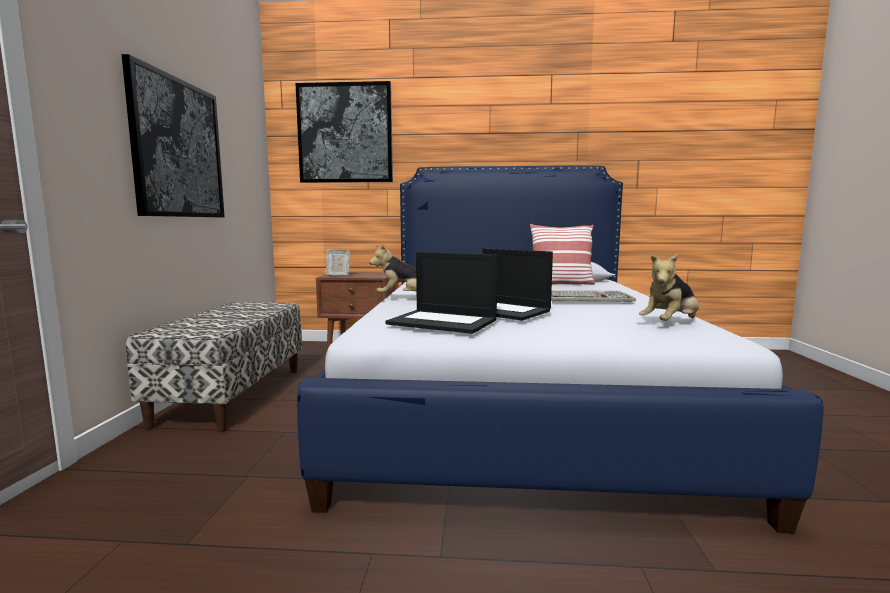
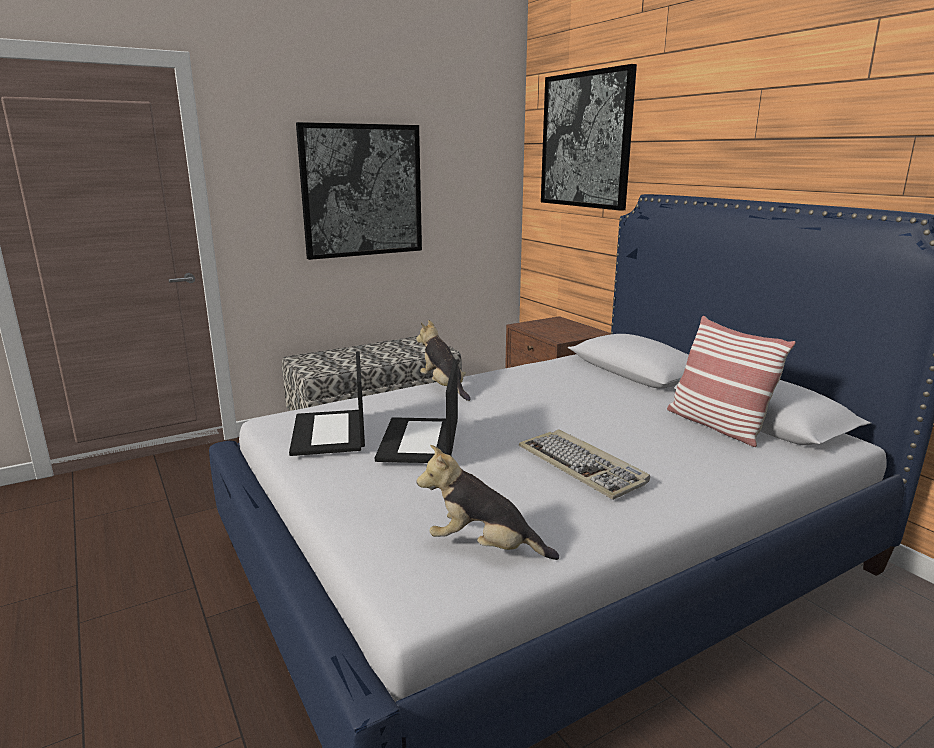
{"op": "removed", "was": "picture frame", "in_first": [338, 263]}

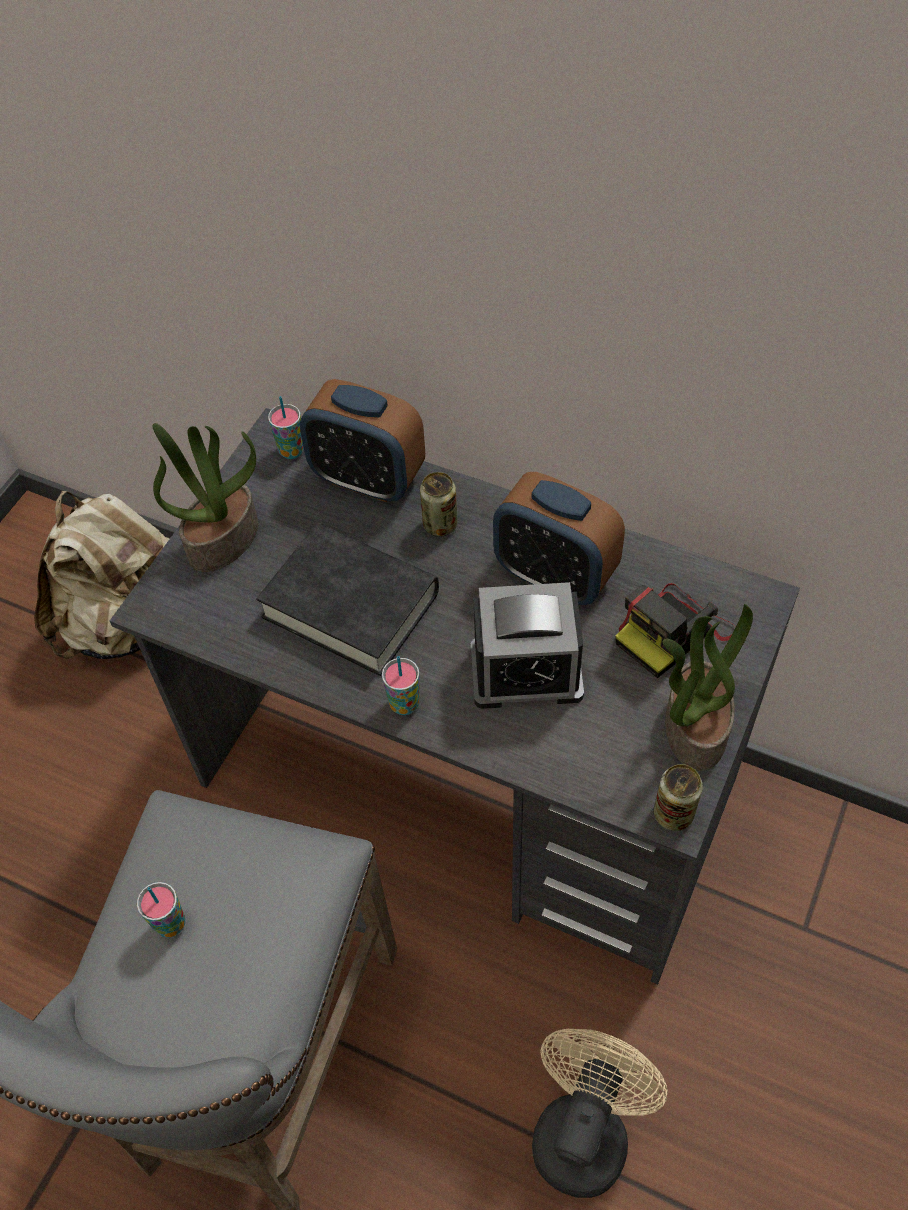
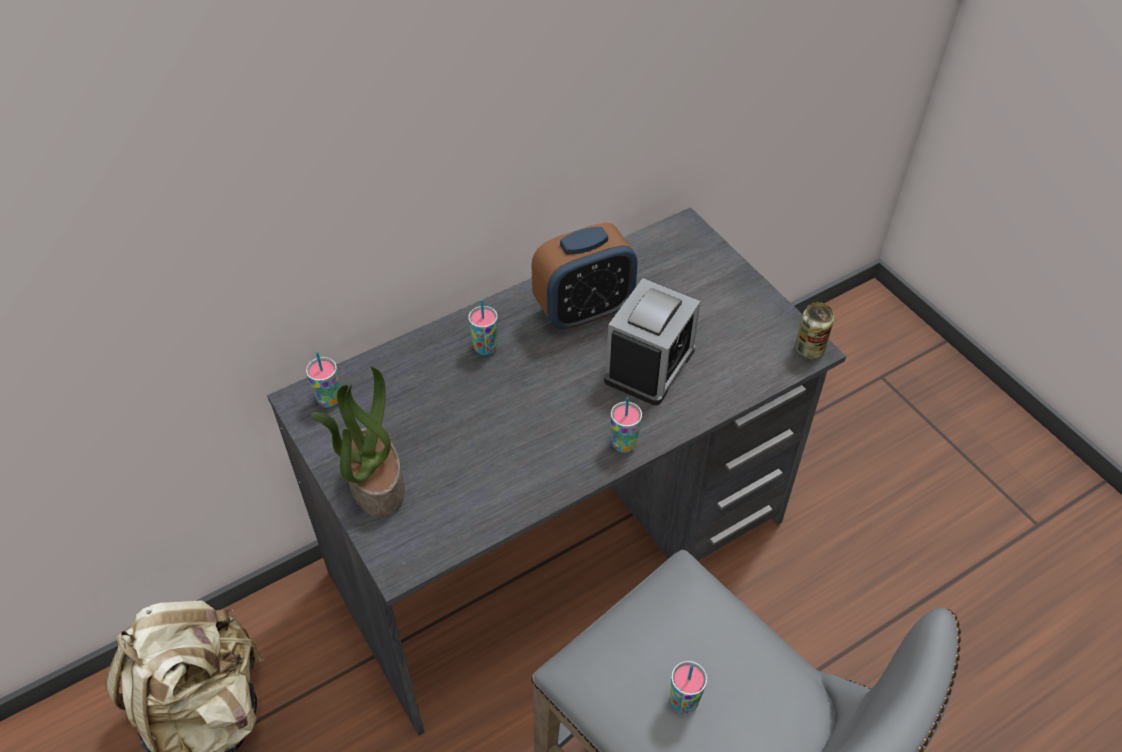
{"op": "removed", "was": "book (black)", "in_first": [347, 599]}
{"op": "removed", "was": "alarm clock", "in_first": [362, 440]}
{"op": "replaced", "was": "can", "now": "cup", "in_first": [439, 504], "in_second": [483, 327]}
{"op": "removed", "was": "fan (beige)", "in_first": [600, 1113]}
{"op": "removed", "was": "photo camera", "in_first": [675, 630]}
{"op": "removed", "was": "potted plant", "in_first": [708, 687]}

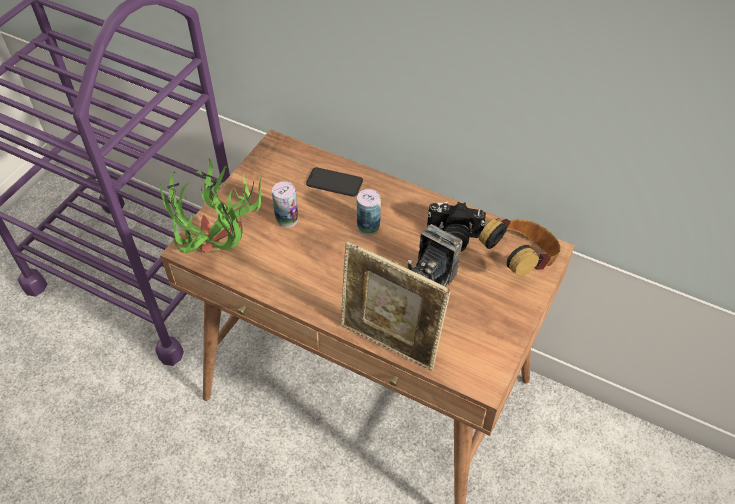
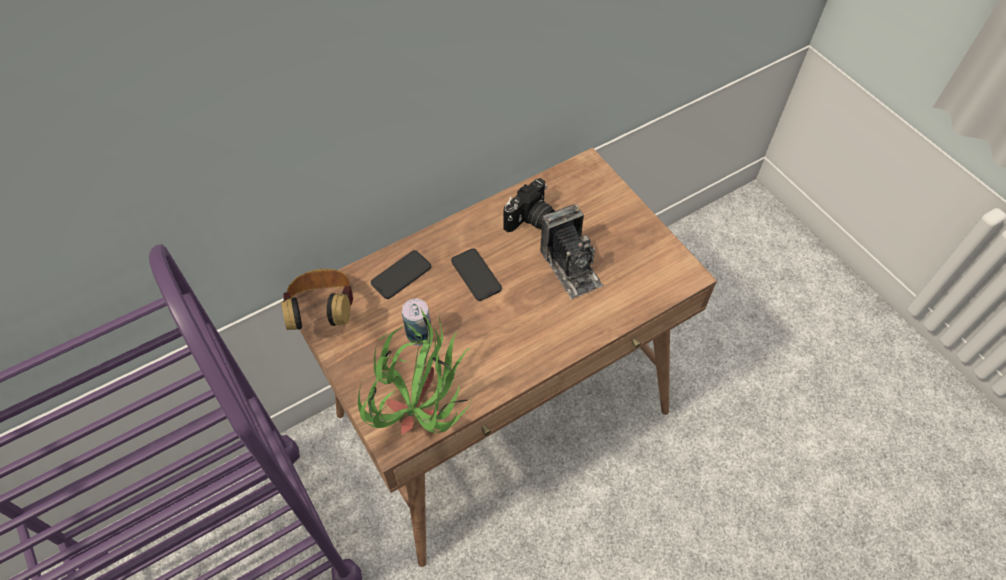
{"op": "removed", "was": "picture frame", "in_first": [396, 306]}
{"op": "replaced", "was": "can", "now": "phone", "in_first": [369, 212], "in_second": [476, 274]}
{"op": "moved", "was": "headphones", "in_first": [520, 247], "in_second": [317, 299]}

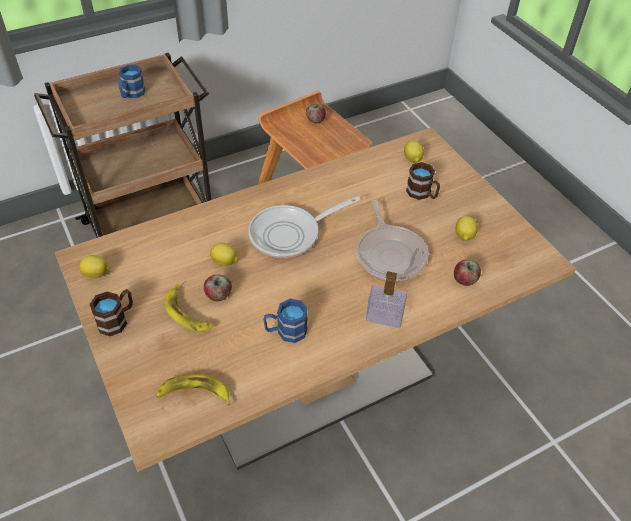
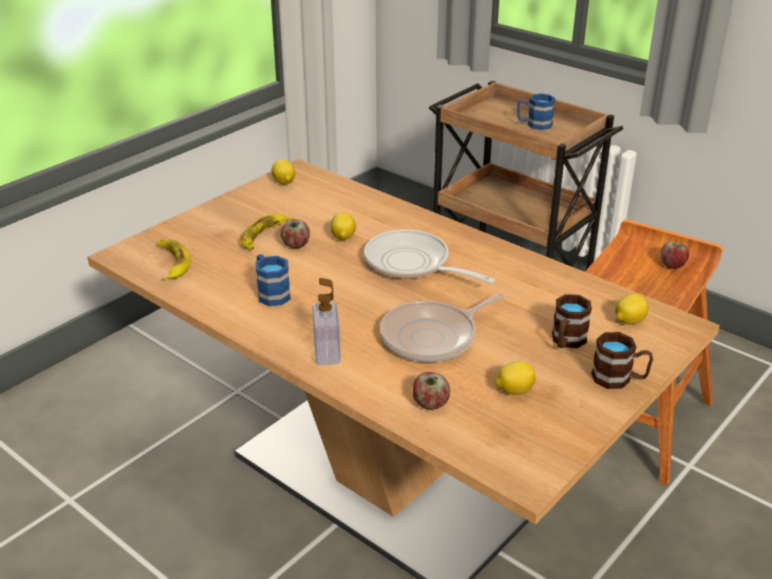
{"op": "moved", "was": "mug (brown)", "in_first": [111, 312], "in_second": [622, 360]}

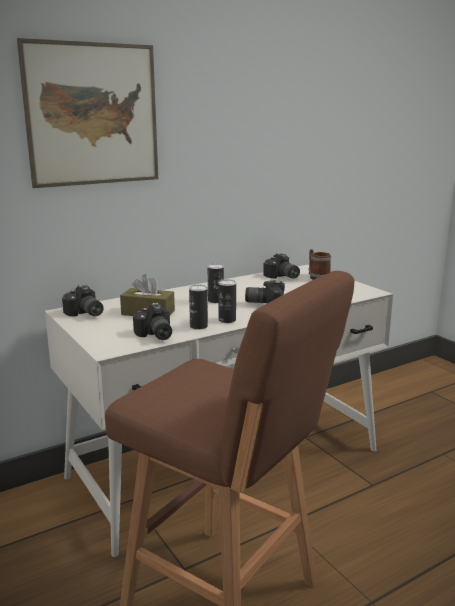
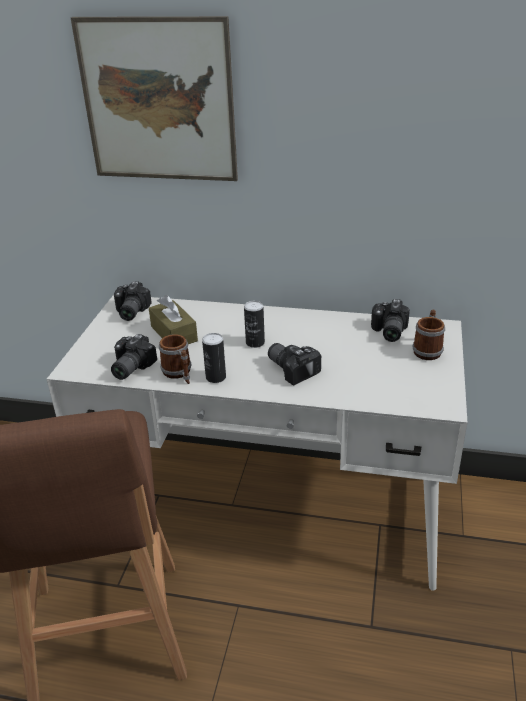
{"op": "replaced", "was": "can", "now": "mug", "in_first": [198, 307], "in_second": [175, 359]}

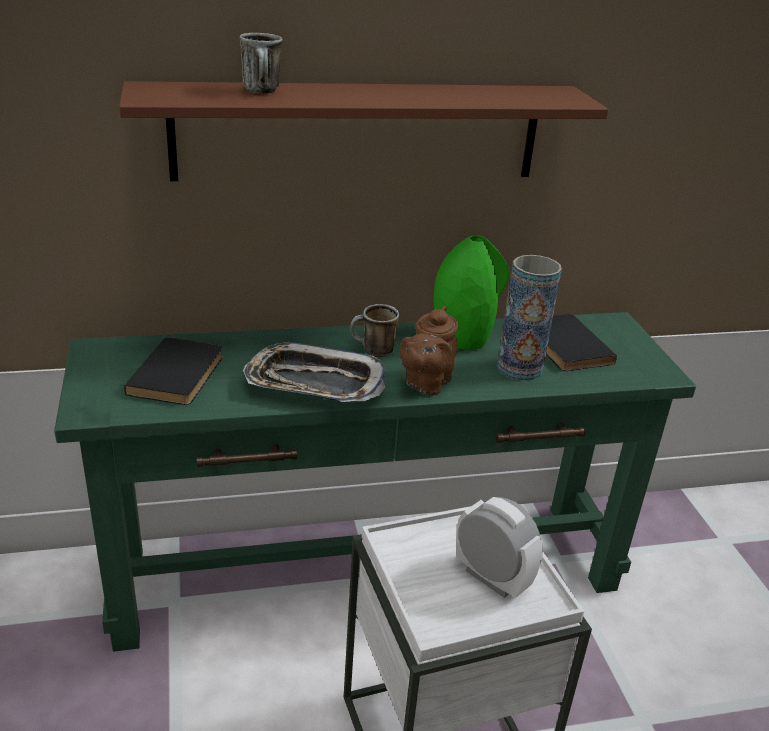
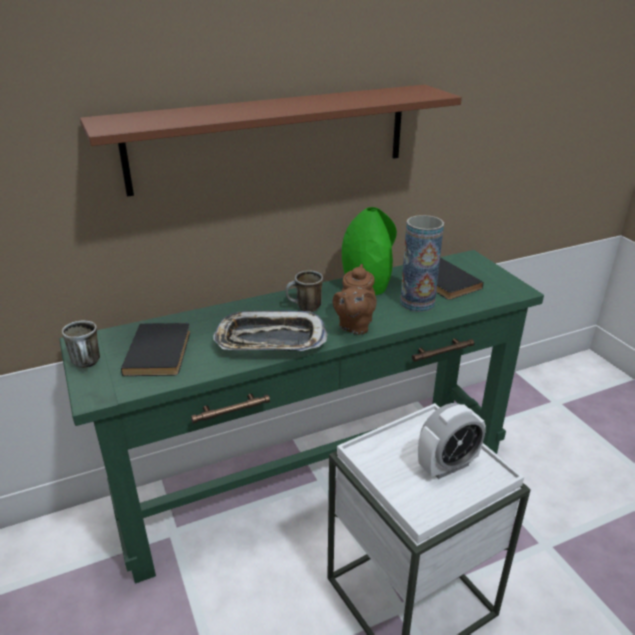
{"op": "moved", "was": "mug", "in_first": [261, 63], "in_second": [81, 344]}
{"op": "turned", "was": "alarm clock", "in_first": [499, 547], "in_second": [452, 441], "clockwise": 120}

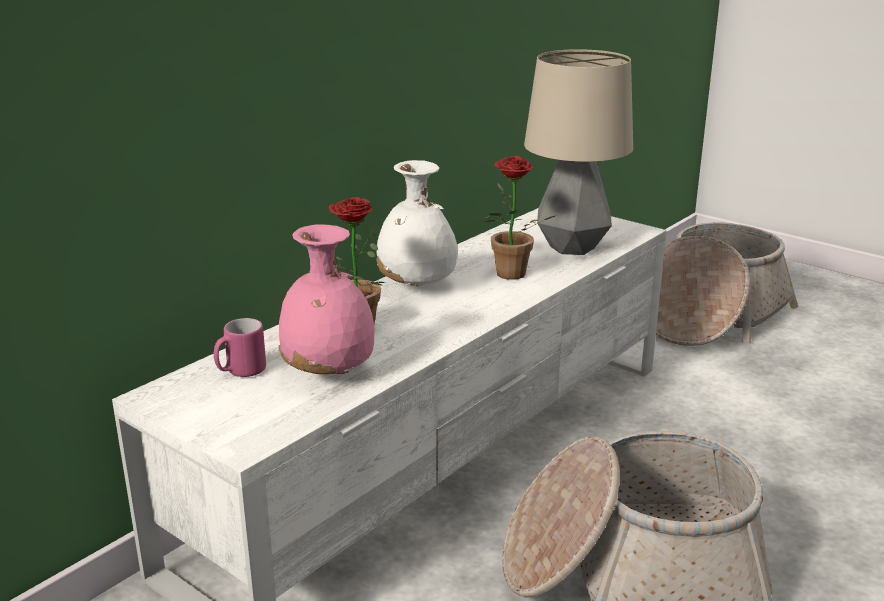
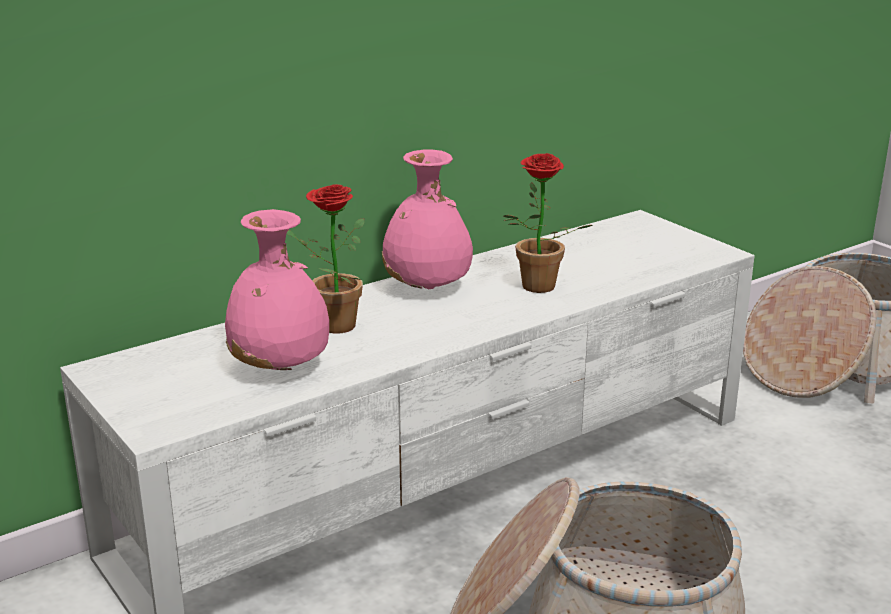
{"op": "removed", "was": "mug (pink)", "in_first": [240, 347]}
{"op": "recoloured", "was": "vase (white)", "now": "vase (pink)", "in_first": [417, 223], "in_second": [427, 219]}
{"op": "removed", "was": "table lamp", "in_first": [578, 152]}

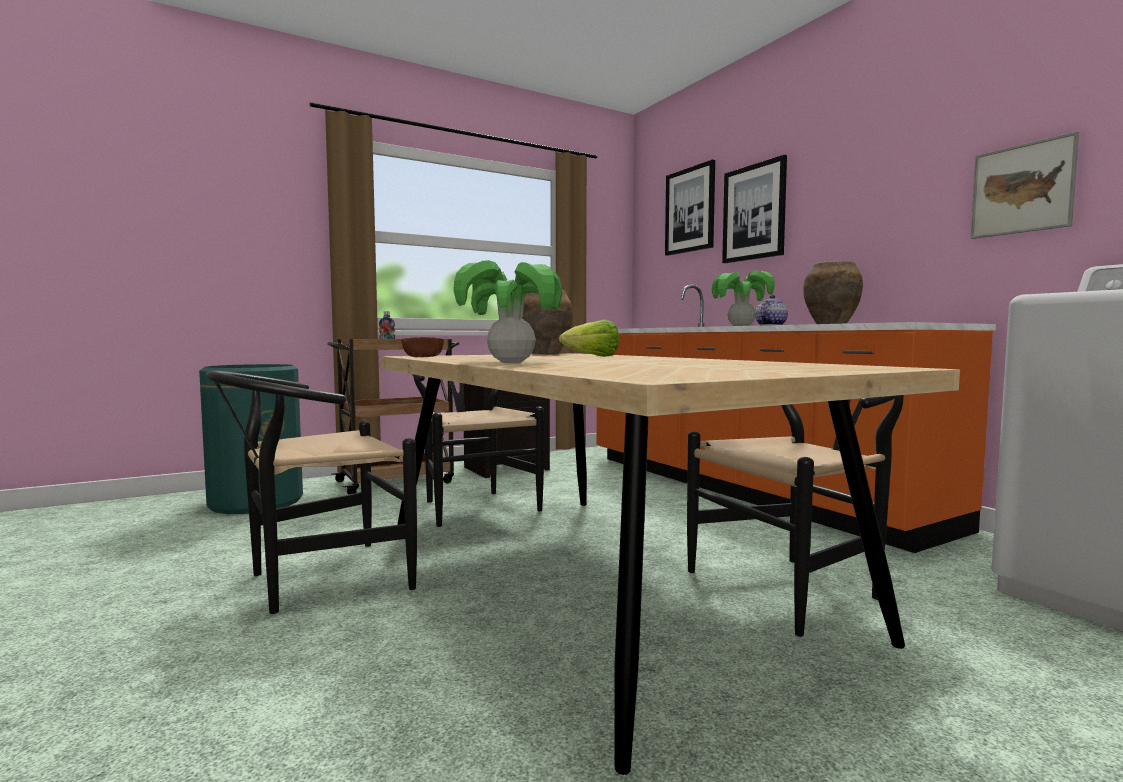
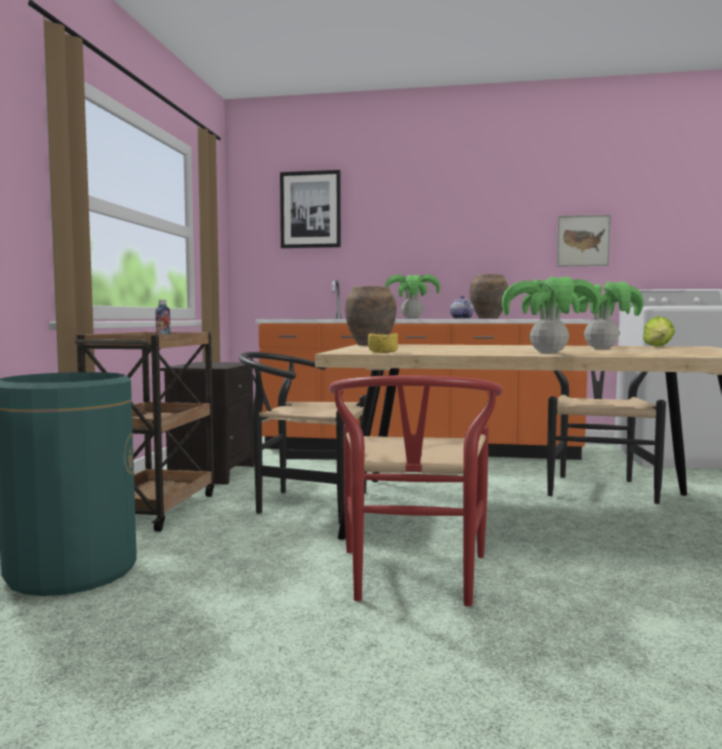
{"op": "recoloured", "was": "chair (black)", "now": "chair (red)", "in_first": [311, 492], "in_second": [416, 490]}
{"op": "recoloured", "was": "bowl (brown)", "now": "bowl (yellow)", "in_first": [422, 347], "in_second": [383, 343]}
{"op": "moved", "was": "lettuce", "in_first": [589, 338], "in_second": [659, 331]}
{"op": "removed", "was": "picture", "in_first": [754, 209]}
{"op": "added", "now": "potted plant", "in_second": [604, 315]}

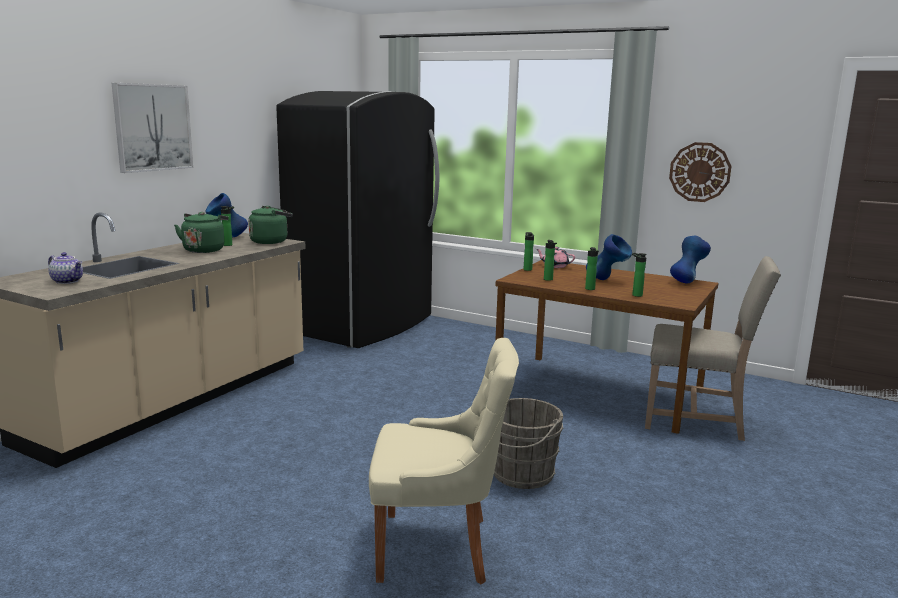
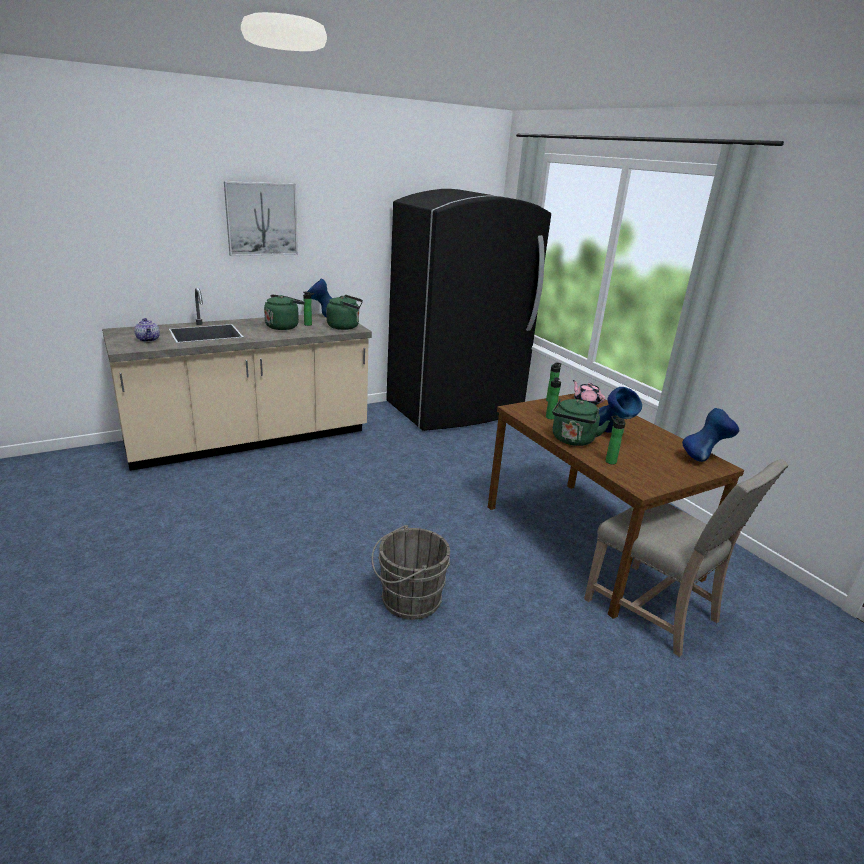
{"op": "removed", "was": "chair (beige)", "in_first": [444, 461]}
{"op": "replaced", "was": "bottle", "now": "kettle (green)", "in_first": [592, 268], "in_second": [581, 422]}
{"op": "removed", "was": "wall clock", "in_first": [700, 172]}

